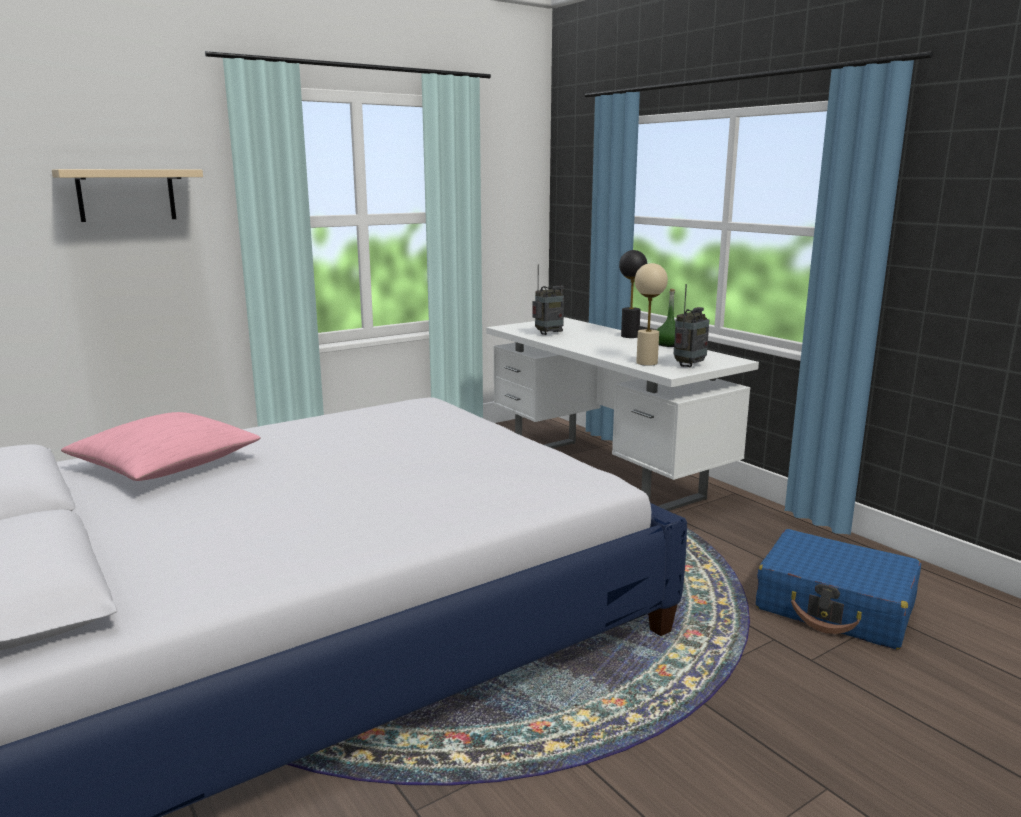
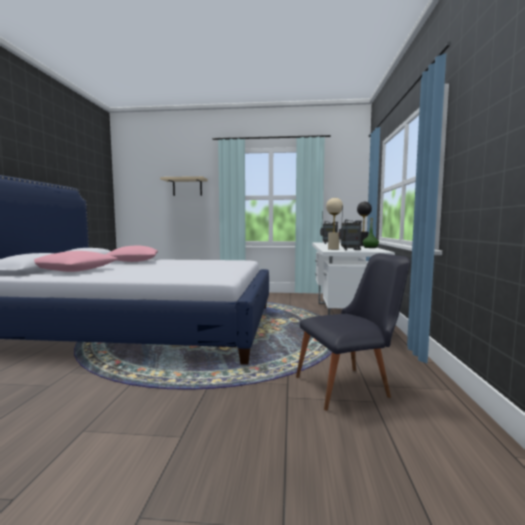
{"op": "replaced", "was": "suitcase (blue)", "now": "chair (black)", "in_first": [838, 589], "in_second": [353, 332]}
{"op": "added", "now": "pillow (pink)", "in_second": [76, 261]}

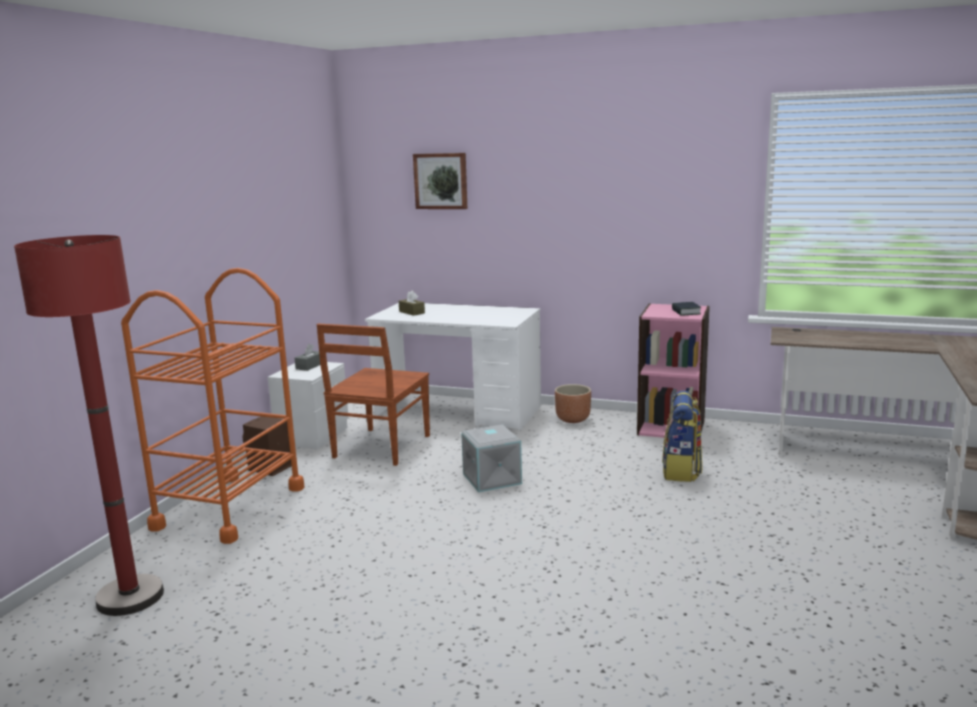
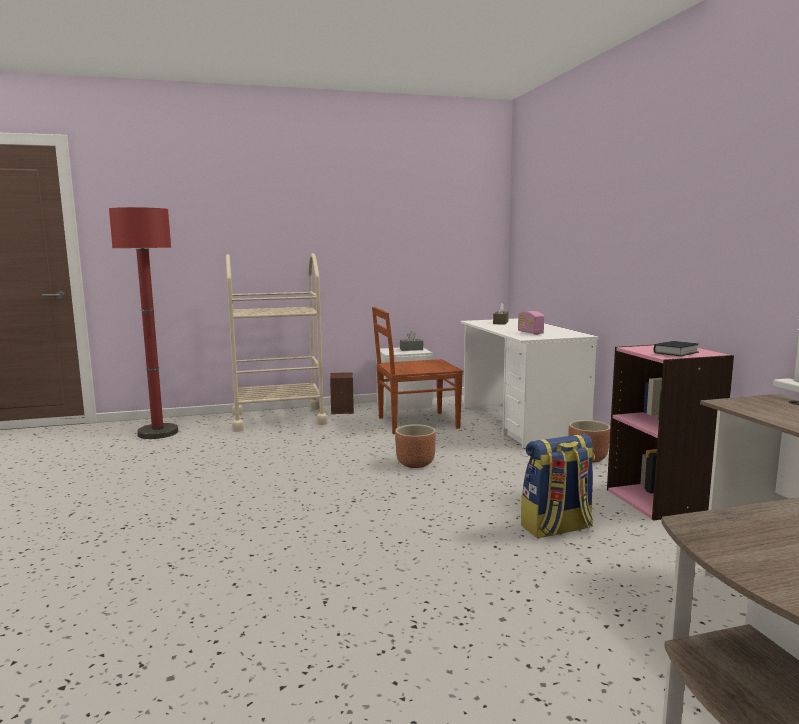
{"op": "recoloured", "was": "cart (orange)", "now": "cart (beige)", "in_first": [212, 406], "in_second": [277, 342]}
{"op": "removed", "was": "picture", "in_first": [440, 181]}
{"op": "replaced", "was": "storage box (grey)", "now": "planter (brown)", "in_first": [491, 458], "in_second": [415, 446]}
{"op": "added", "now": "radio", "in_second": [531, 323]}

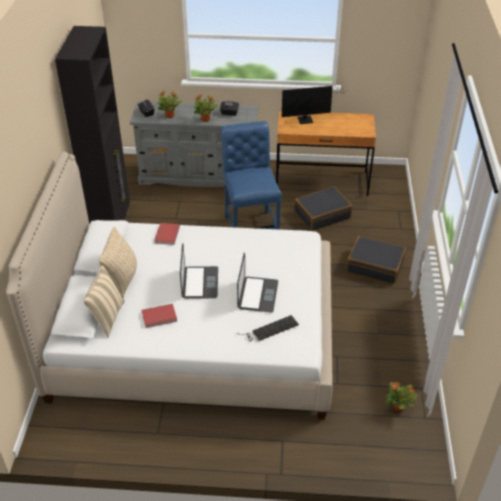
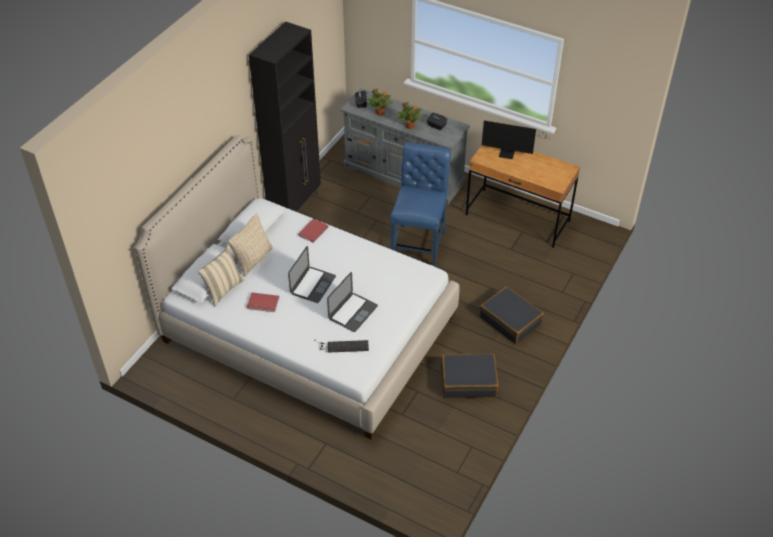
{"op": "moved", "was": "suitcase (black)", "in_first": [323, 208], "in_second": [470, 375]}
{"op": "removed", "was": "potted plant", "in_first": [401, 397]}

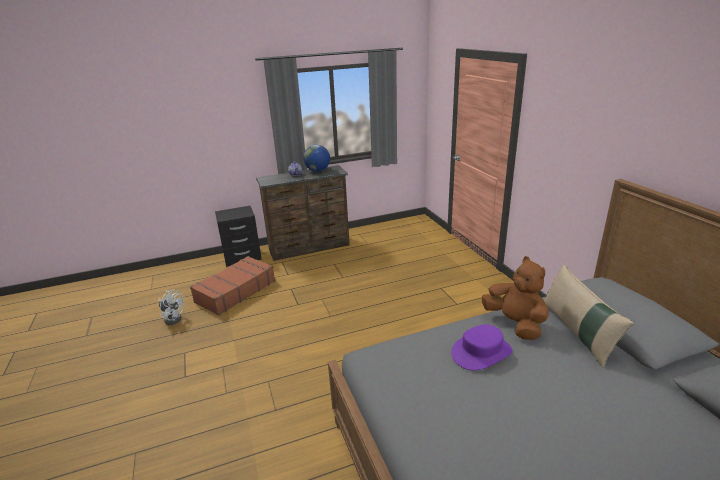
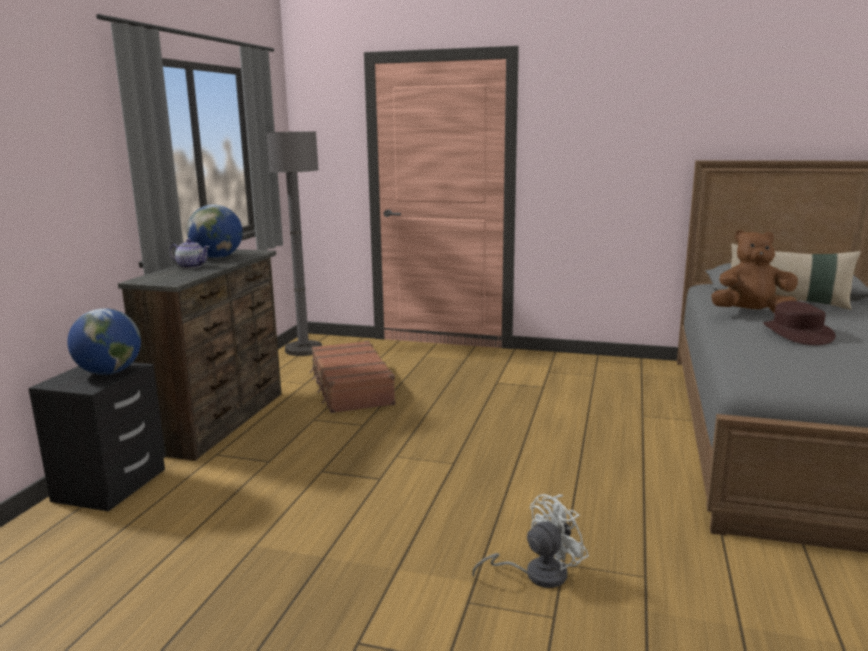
{"op": "moved", "was": "fan (white)", "in_first": [171, 307], "in_second": [530, 541]}
{"op": "moved", "was": "suitcase (brown)", "in_first": [232, 285], "in_second": [352, 376]}
{"op": "recoloured", "was": "hat (purple)", "now": "hat (brown)", "in_first": [482, 347], "in_second": [799, 323]}
{"op": "added", "now": "globe", "in_second": [104, 341]}
{"op": "added", "now": "floor lamp (grey)", "in_second": [294, 243]}

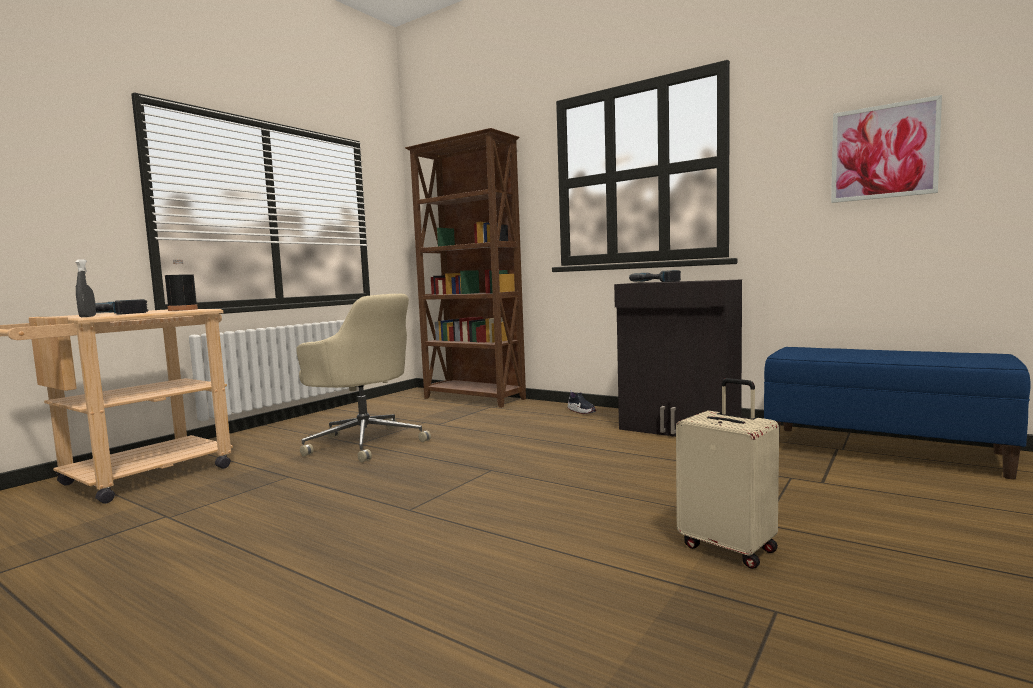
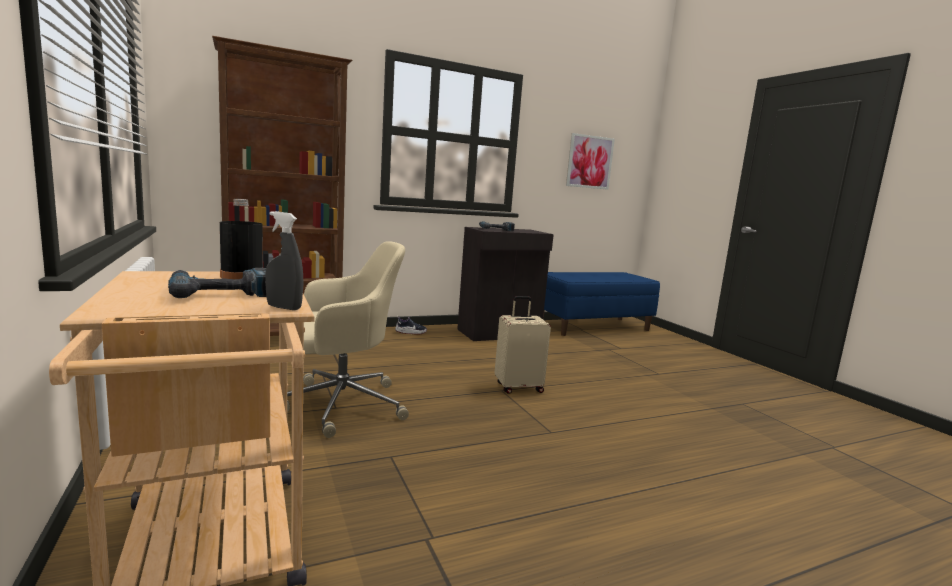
{"op": "moved", "was": "suitcase (beige)", "in_first": [727, 473], "in_second": [523, 345]}

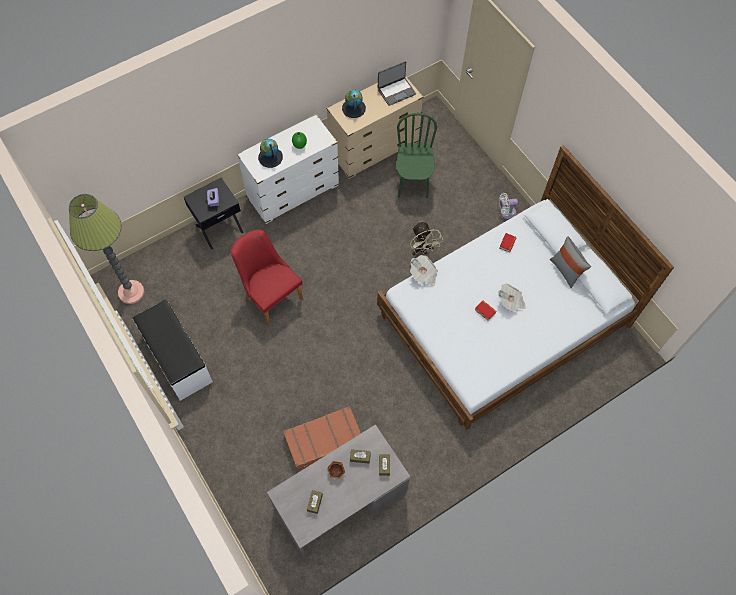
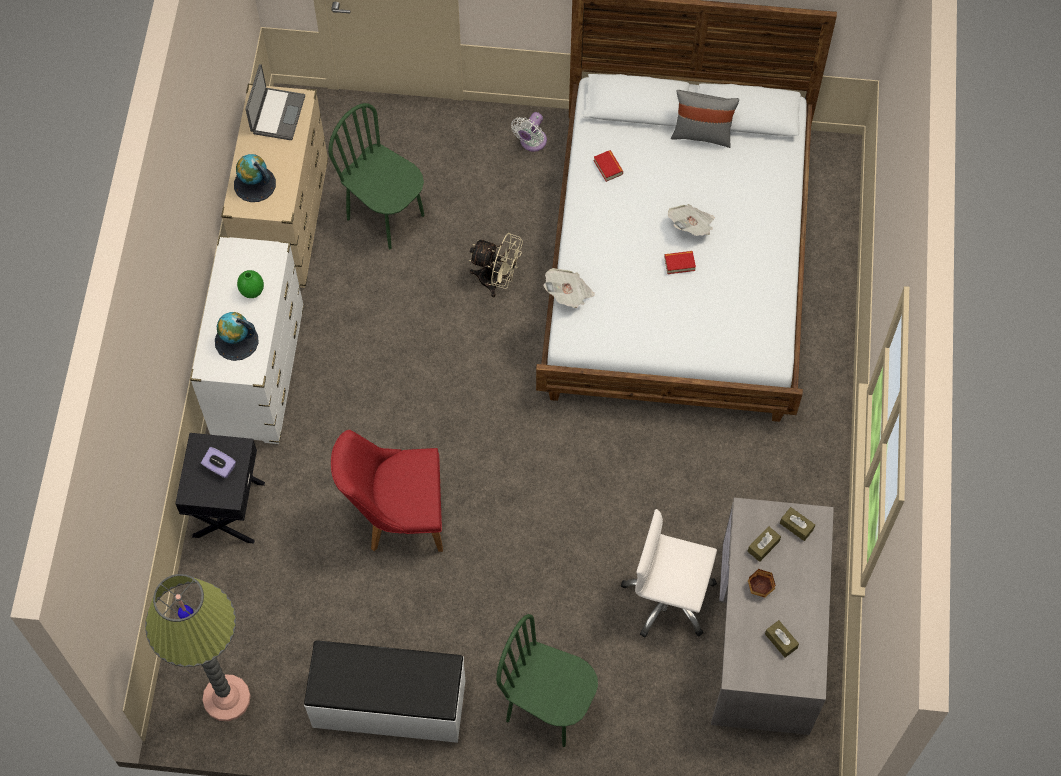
{"op": "replaced", "was": "suitcase (brown)", "now": "office chair (white)", "in_first": [322, 438], "in_second": [669, 573]}
{"op": "added", "now": "chair (green)", "in_second": [547, 680]}

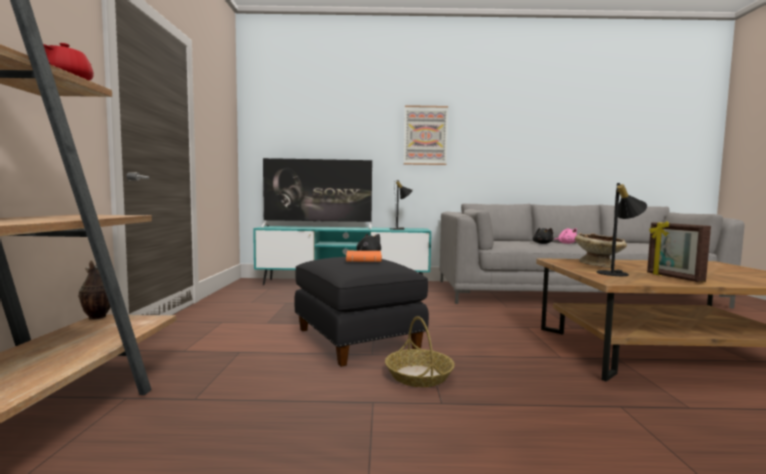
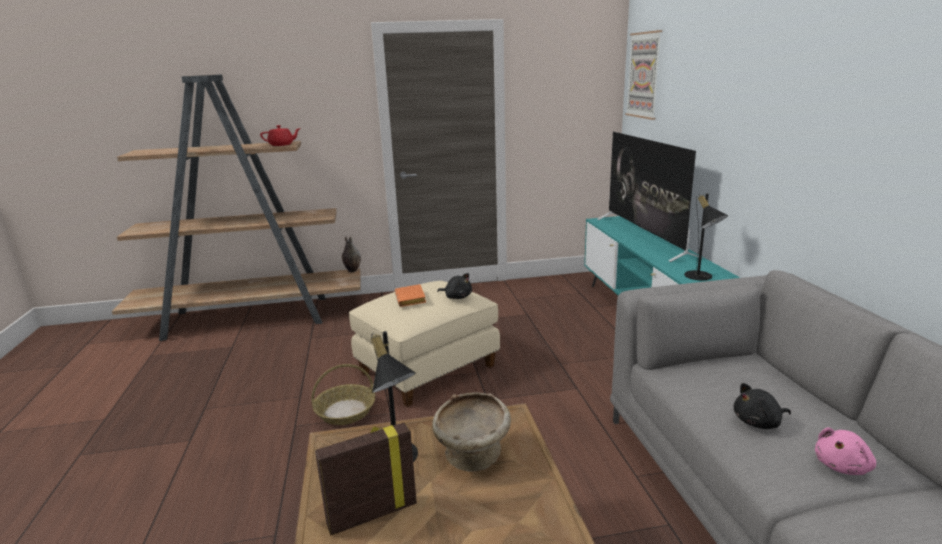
{"op": "recoloured", "was": "ottoman (black)", "now": "ottoman (beige)", "in_first": [361, 312], "in_second": [424, 344]}
{"op": "moved", "was": "picture", "in_first": [426, 135], "in_second": [643, 75]}

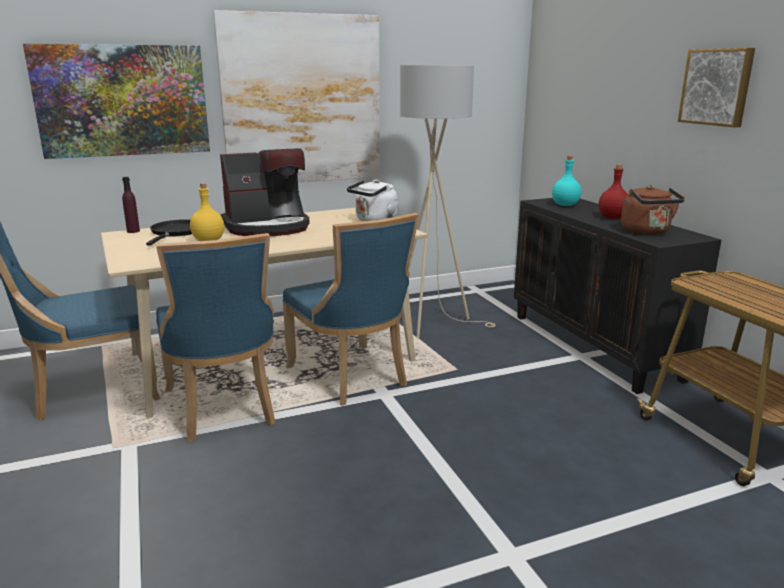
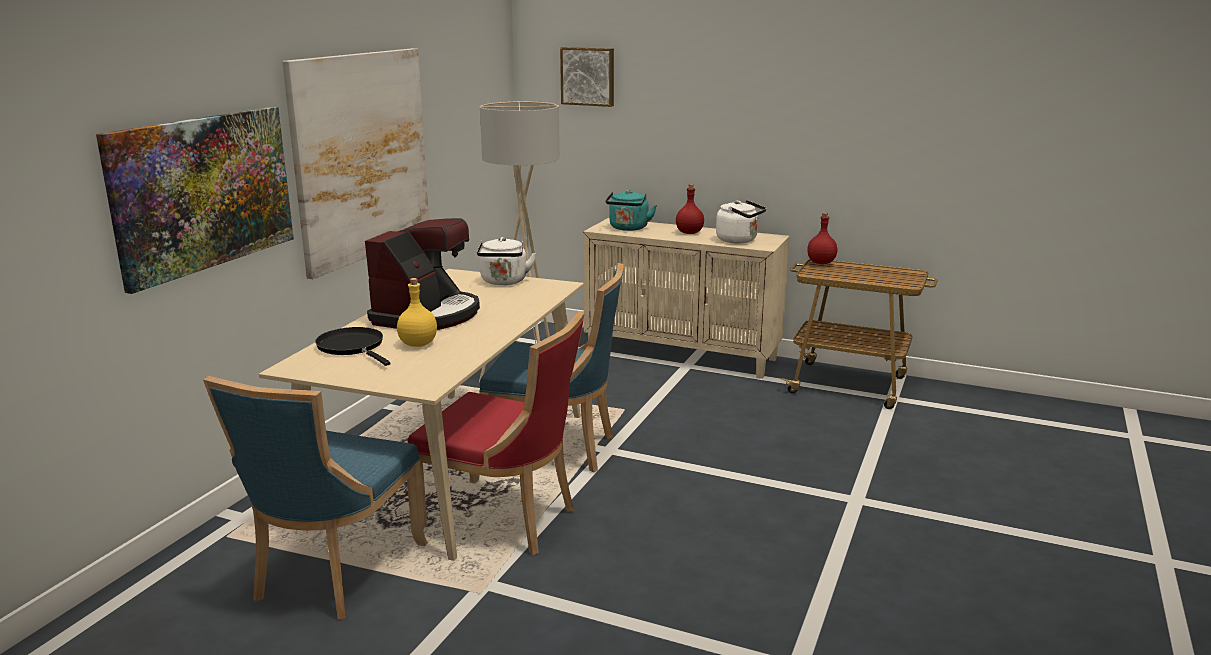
{"op": "removed", "was": "bottle (purple)", "in_first": [131, 205]}
{"op": "recoloured", "was": "chair (blue)", "now": "chair (red)", "in_first": [215, 337], "in_second": [496, 433]}
{"op": "recoloured", "was": "cabinet (black)", "now": "cabinet (beige)", "in_first": [617, 296], "in_second": [686, 298]}
{"op": "replaced", "was": "bottle (turquoise)", "now": "kettle (turquoise)", "in_first": [566, 181], "in_second": [631, 210]}
{"op": "recoloured", "was": "kettle (brown)", "now": "kettle (white)", "in_first": [653, 210], "in_second": [741, 221]}
{"op": "moved", "was": "picture", "in_first": [716, 87], "in_second": [587, 77]}
{"op": "added", "now": "bottle (red)", "in_second": [822, 238]}

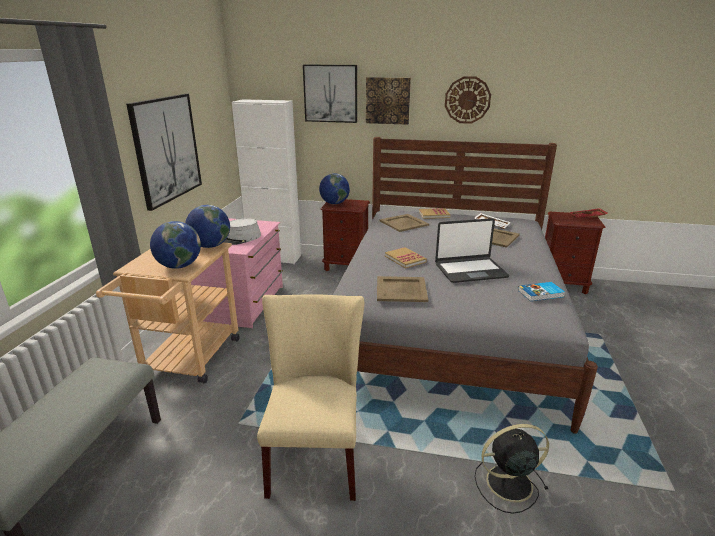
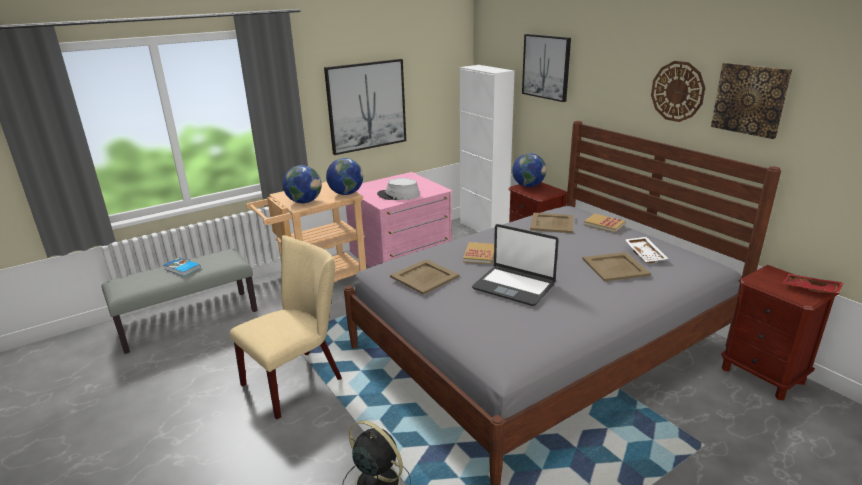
{"op": "moved", "was": "picture", "in_first": [388, 101], "in_second": [751, 101]}
{"op": "moved", "was": "book", "in_first": [541, 291], "in_second": [182, 267]}

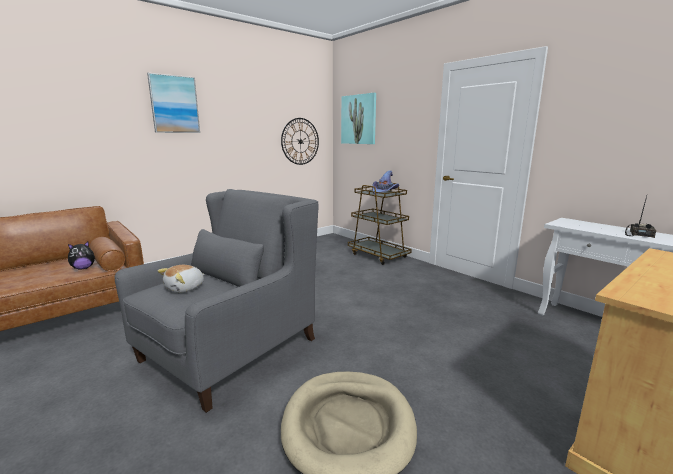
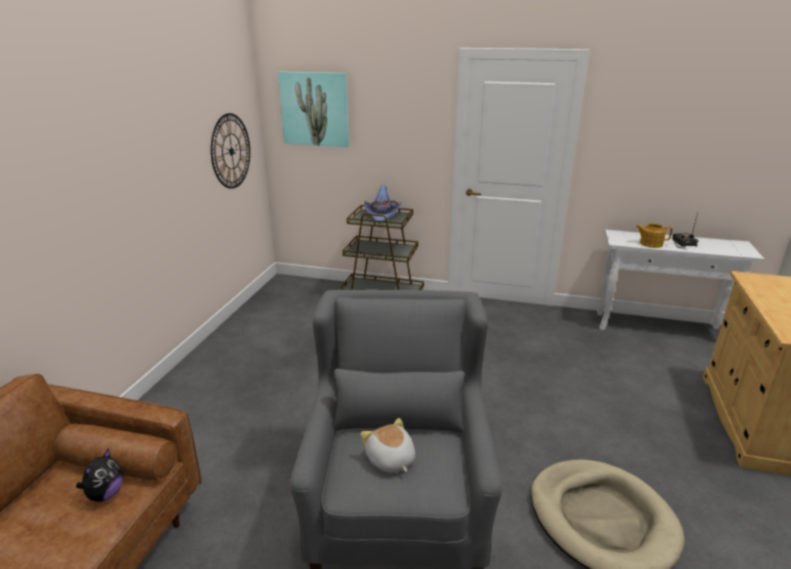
{"op": "removed", "was": "picture", "in_first": [173, 103]}
{"op": "turned", "was": "plush toy", "in_first": [181, 279], "in_second": [387, 445], "clockwise": 150}
{"op": "added", "now": "teapot", "in_second": [654, 235]}

